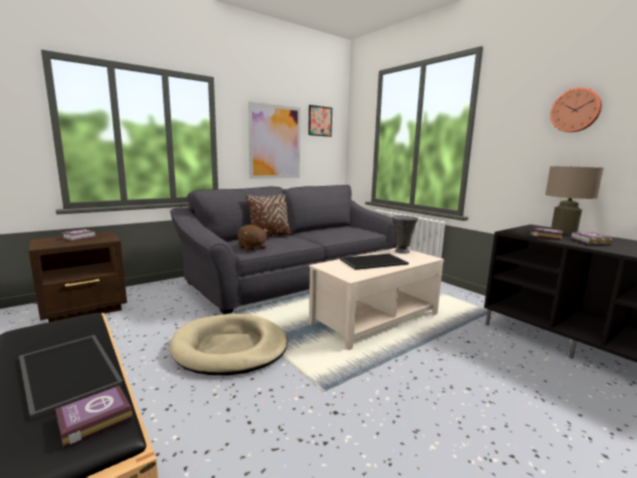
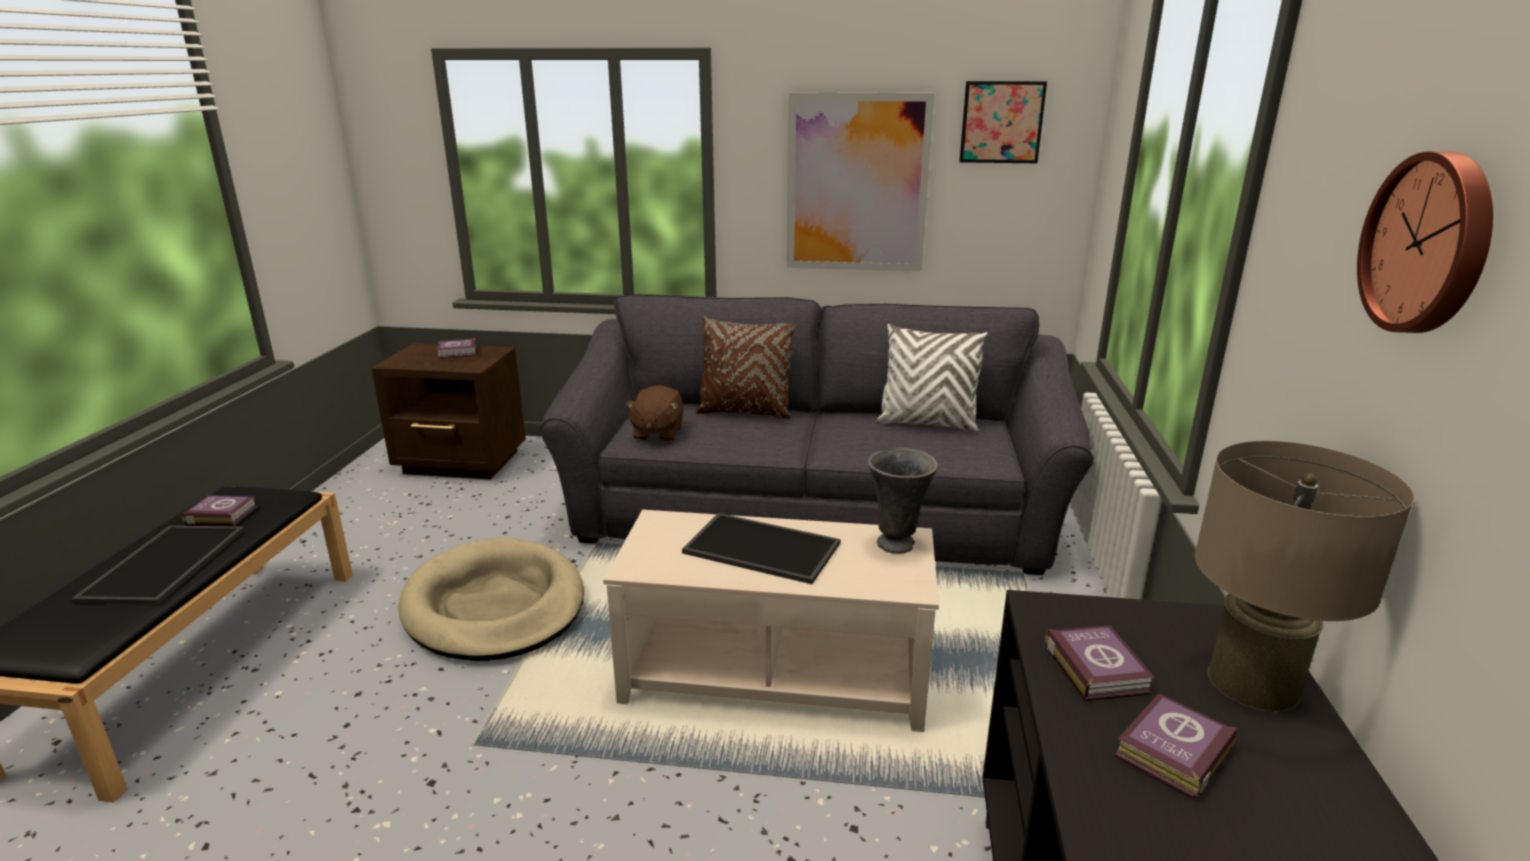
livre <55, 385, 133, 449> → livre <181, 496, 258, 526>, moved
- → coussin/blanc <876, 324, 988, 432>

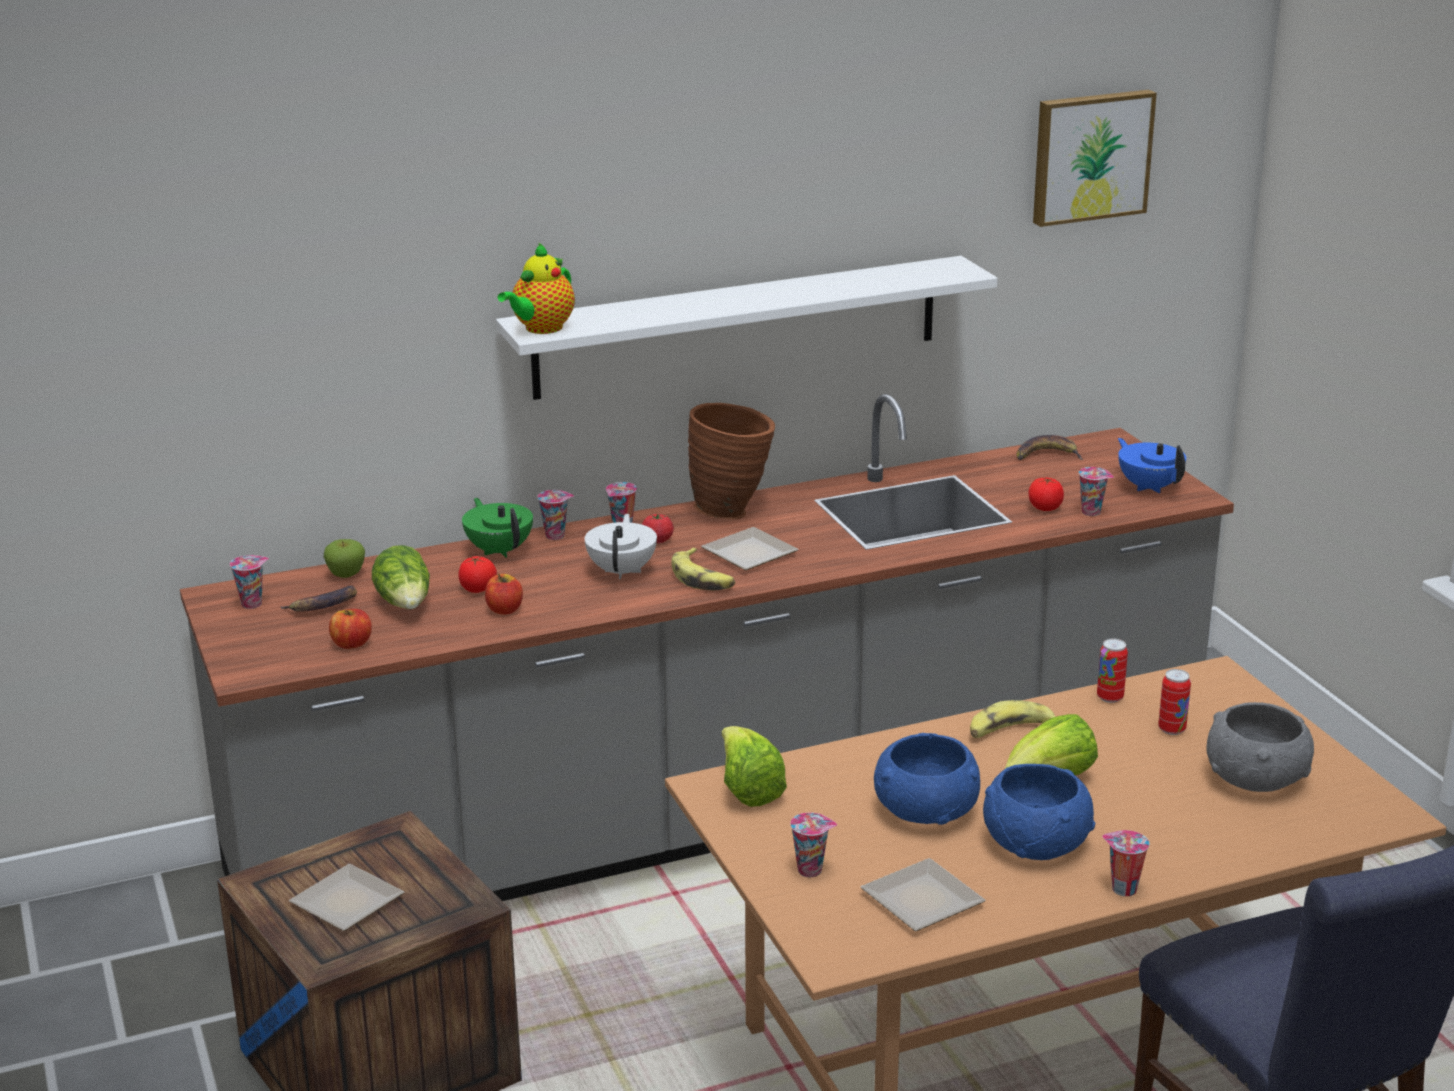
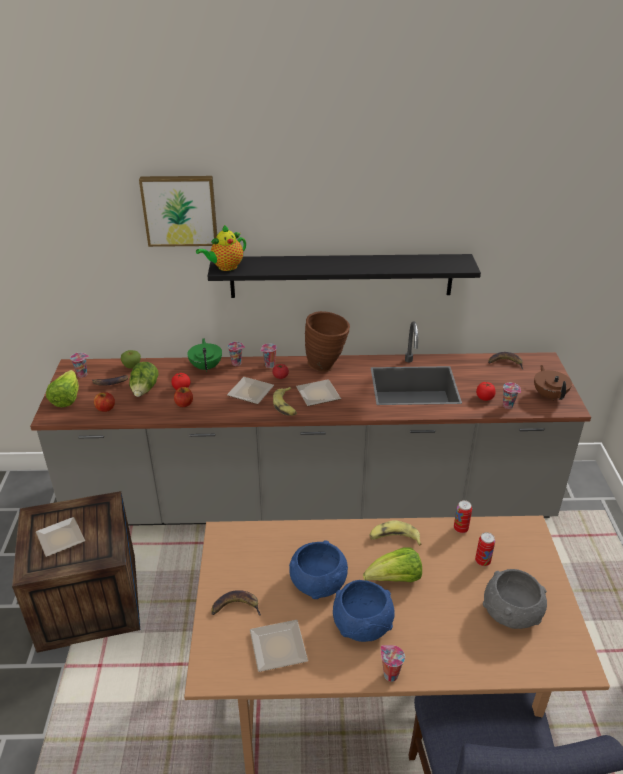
tableau <1033, 90, 1157, 227> → tableau <139, 176, 217, 247>, moved
étagère/blanc <496, 256, 998, 400> → étagère/noir <208, 254, 481, 298>
théière/bleu <1118, 438, 1186, 493> → théière/marron <534, 365, 572, 401>
théière/blanc <585, 514, 657, 579> → assiette <227, 377, 274, 404>
laitue <722, 726, 787, 807> → laitue <46, 370, 79, 407>, moved
tasse <790, 812, 837, 877> → banane <211, 590, 261, 616>

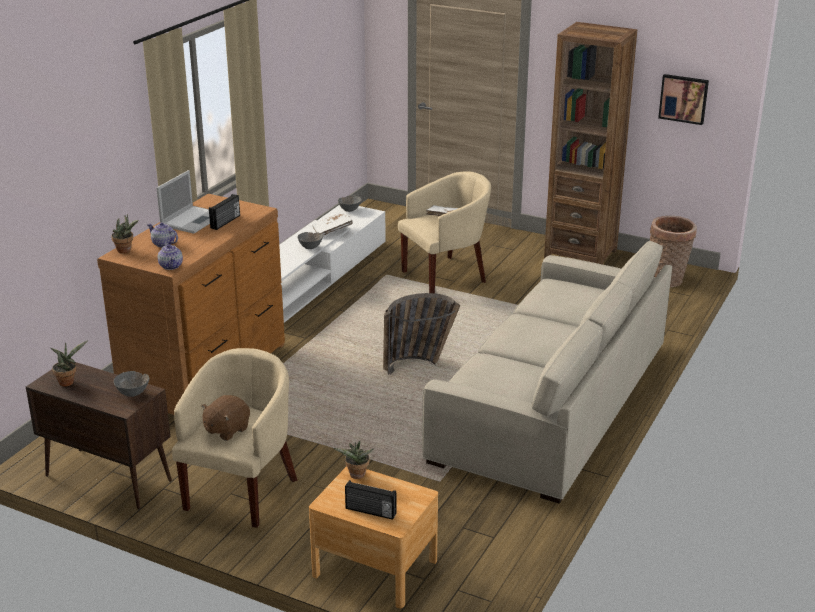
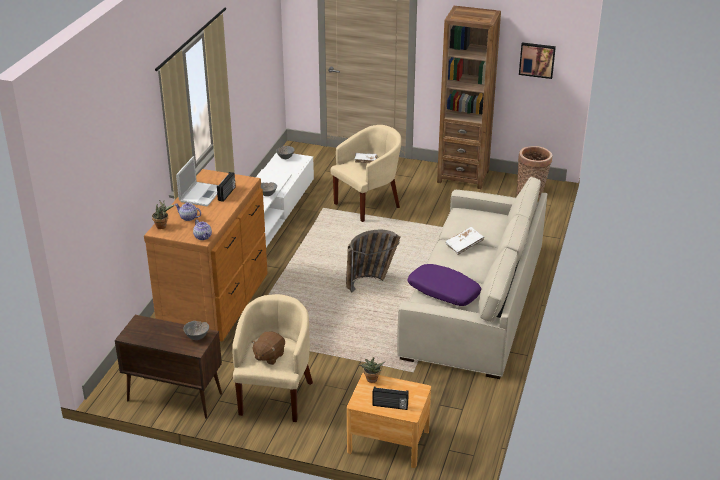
livre/blanc <312, 212, 353, 235> → livre/blanc <446, 227, 484, 255>, moved
plante en pot <51, 341, 87, 387> → -
- → coussin/violet <407, 264, 481, 306>

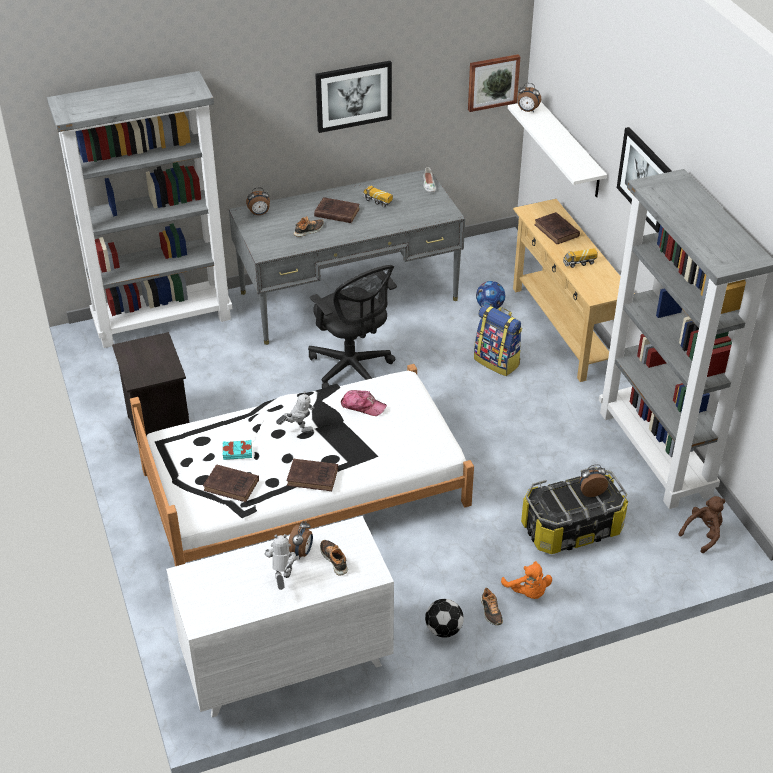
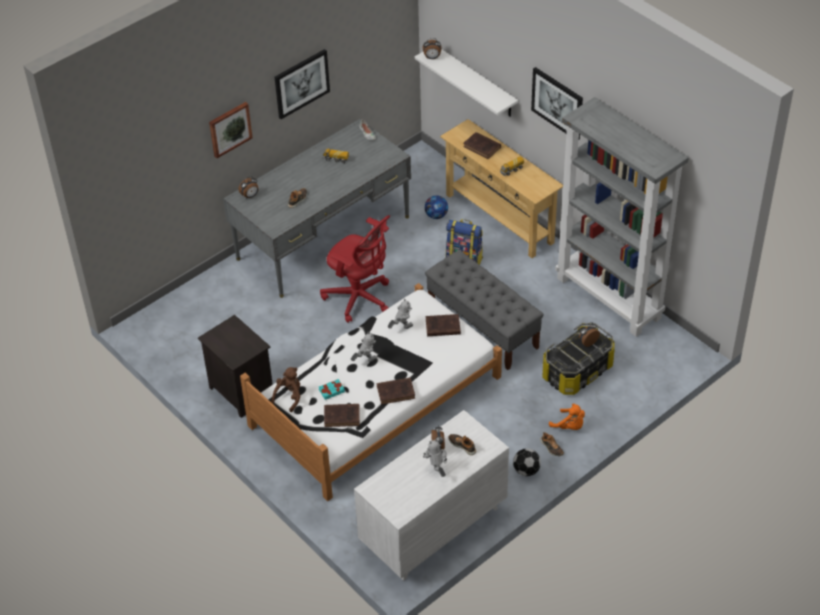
tableau <468, 54, 521, 112> → tableau <209, 102, 253, 158>, moved
bibliothèque/gris <47, 71, 232, 348> → -
livre/marron <314, 197, 360, 223> → livre/marron <426, 314, 461, 336>, moved
chaise de bureau/noir <308, 265, 397, 389> → chaise de bureau/rouge <320, 215, 390, 323>
casquette <341, 390, 387, 416> → robot jouet <388, 299, 413, 329>
peluche/marron <678, 496, 725, 553> → peluche/marron <271, 367, 300, 412>, moved
- → banc/gris <425, 250, 544, 370>

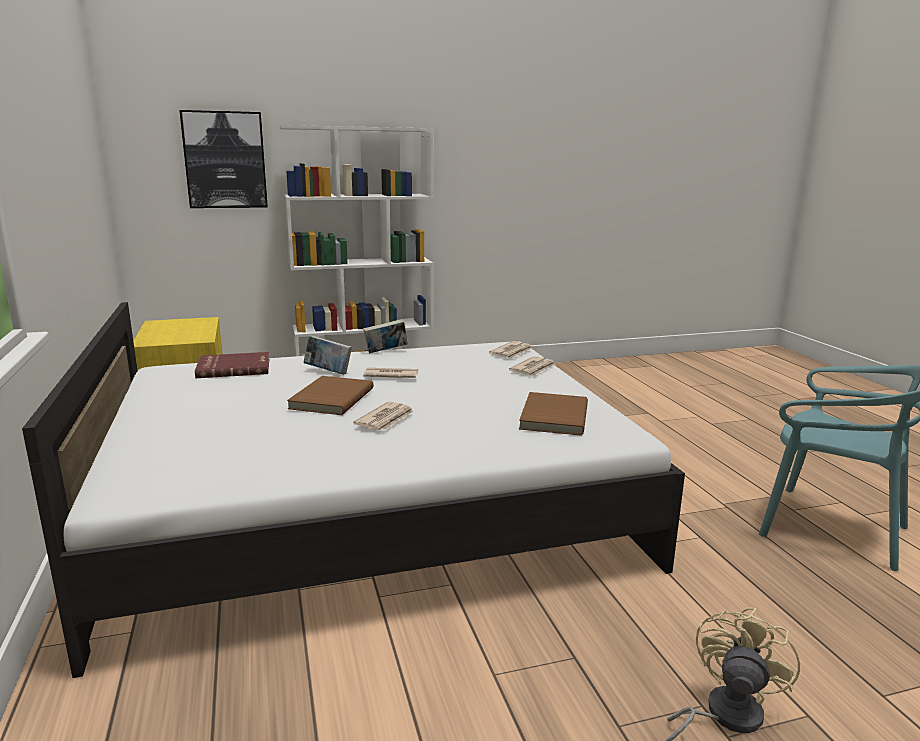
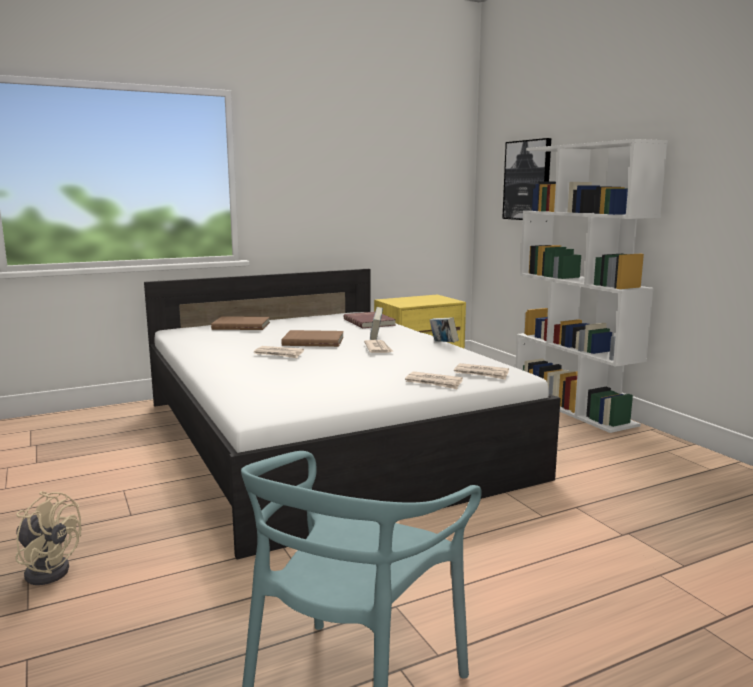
livre/marron <519, 392, 588, 436> → livre/marron <211, 316, 270, 330>, moved

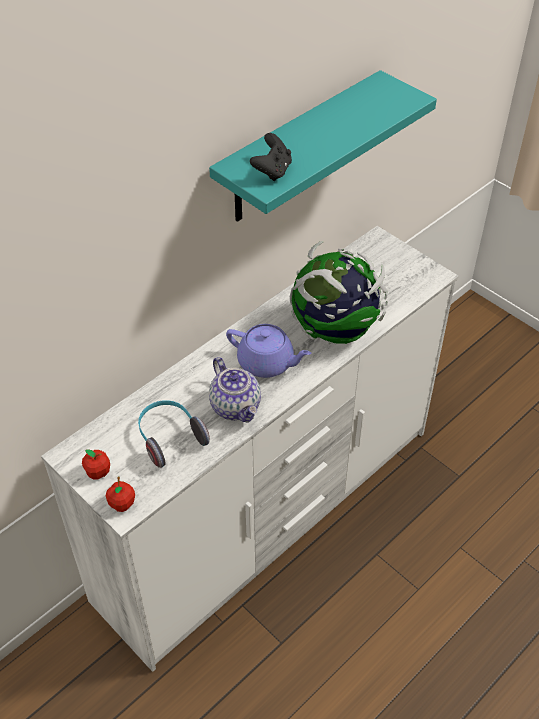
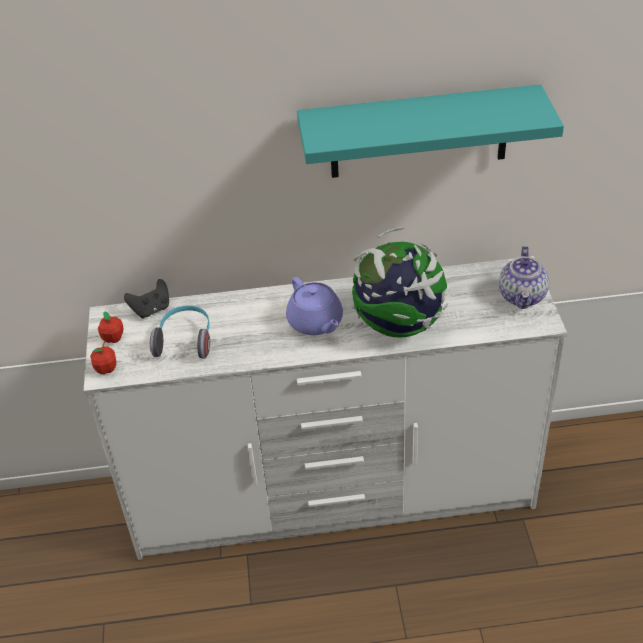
manette/noir <250, 133, 292, 181> → manette/noir <124, 279, 169, 318>, moved
théière <209, 357, 261, 423> → théière <499, 246, 549, 309>, moved

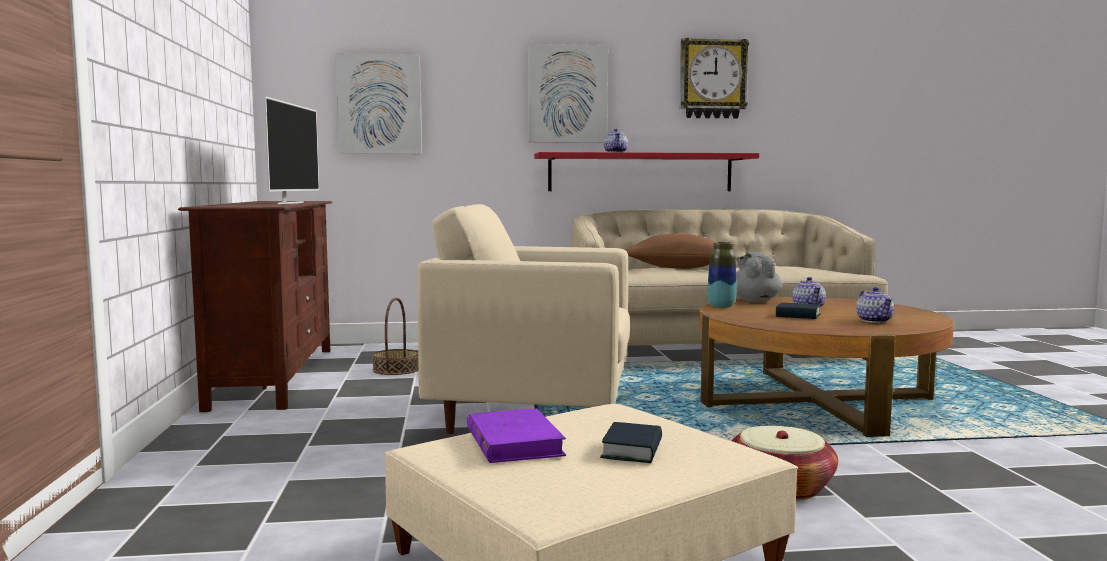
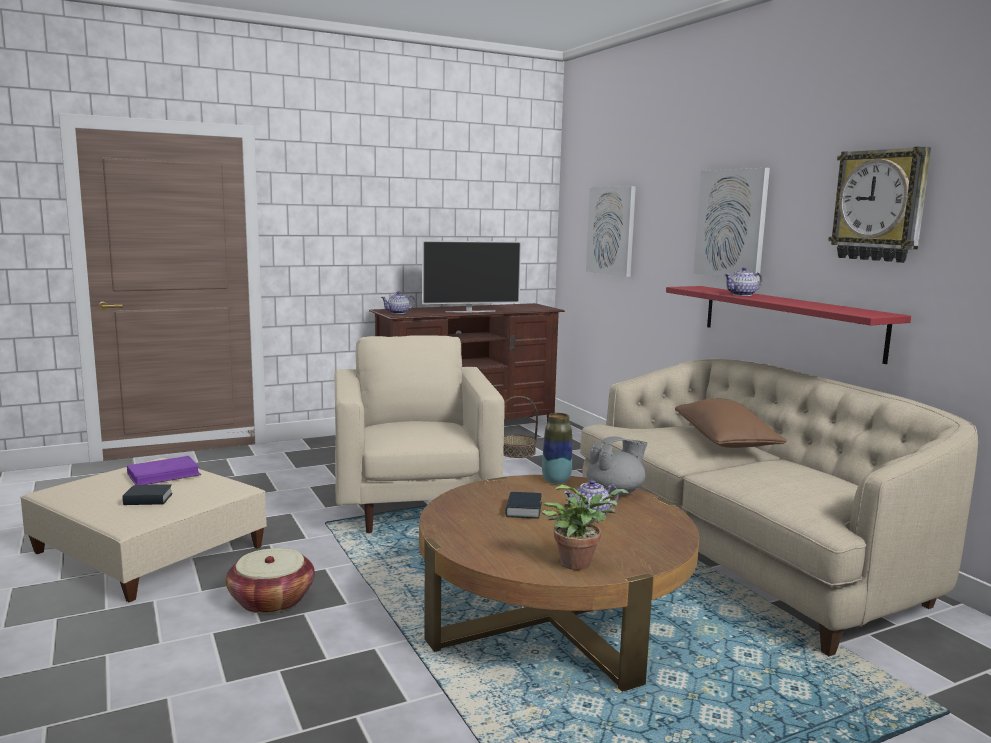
théière <856, 287, 894, 323> → théière <381, 291, 416, 314>, moved
- → plante en pot <542, 485, 628, 570>

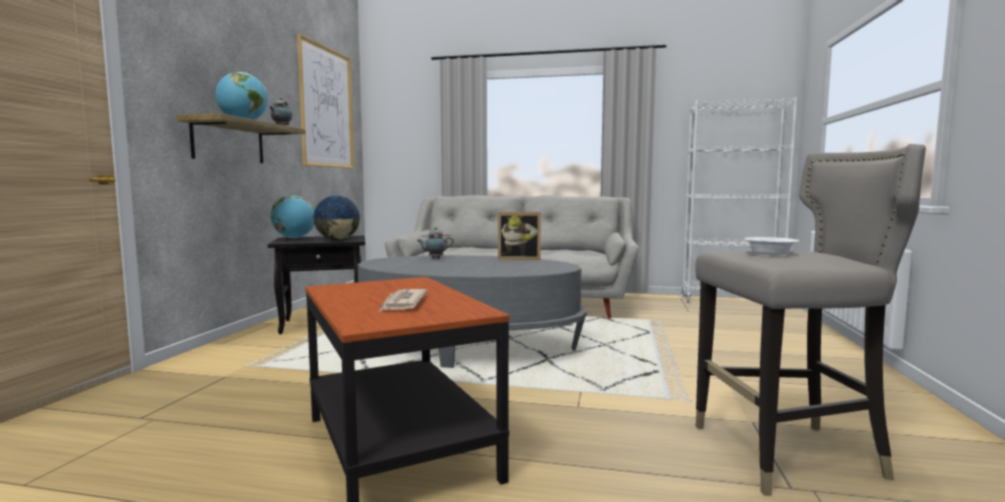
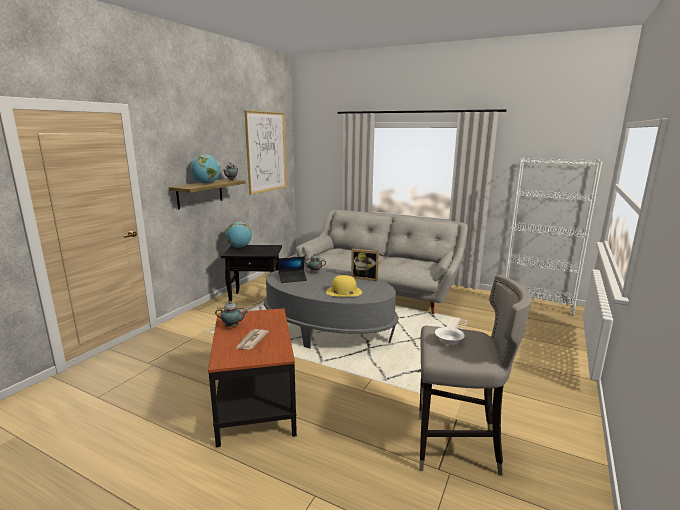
globe <313, 196, 360, 240> → -
- → ordinateur portable <278, 256, 307, 283>
- → chapeau/jaune <326, 275, 362, 297>
- → théière <215, 301, 248, 327>

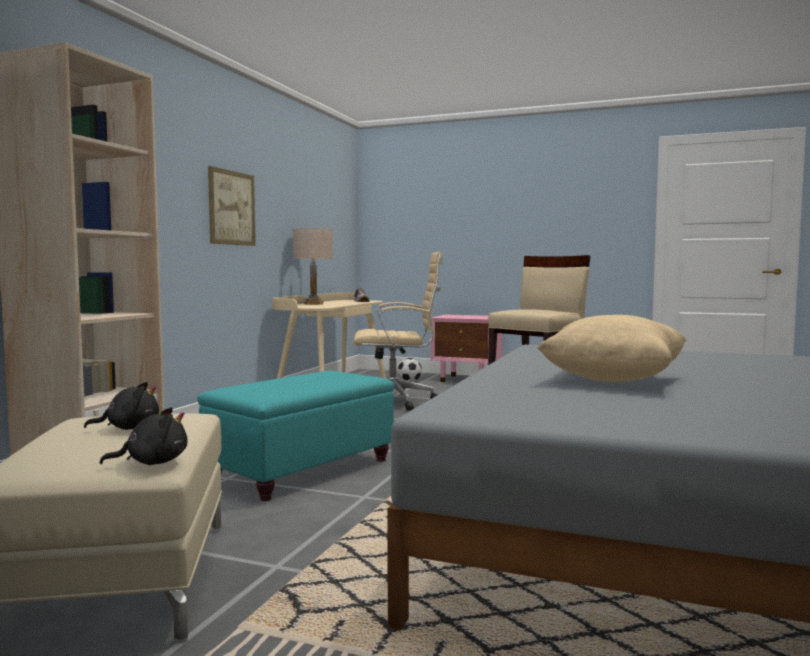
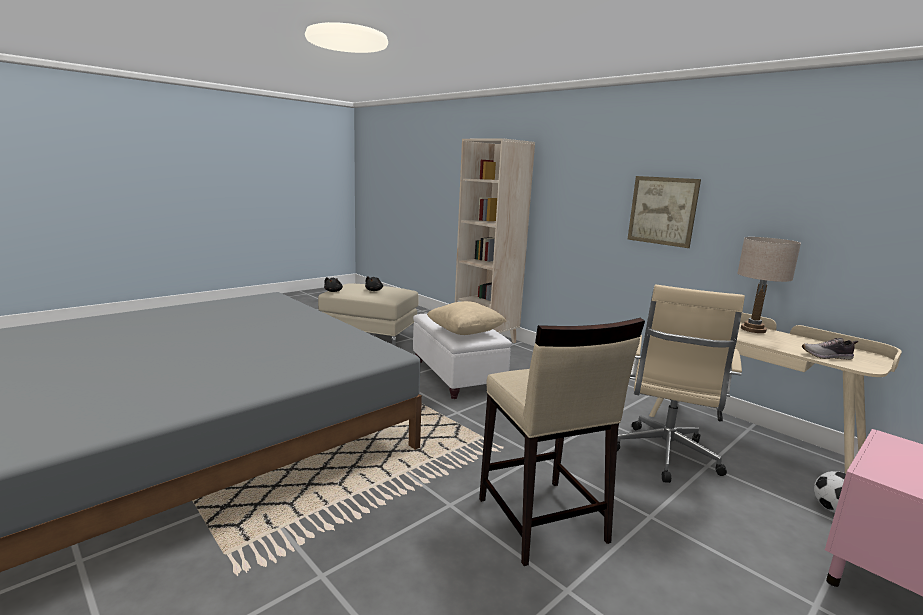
coussin/beige <537, 315, 687, 382> → coussin/beige <427, 301, 507, 335>, moved
pouf/turquoise <197, 371, 395, 501> → pouf/blanc <413, 313, 512, 399>

